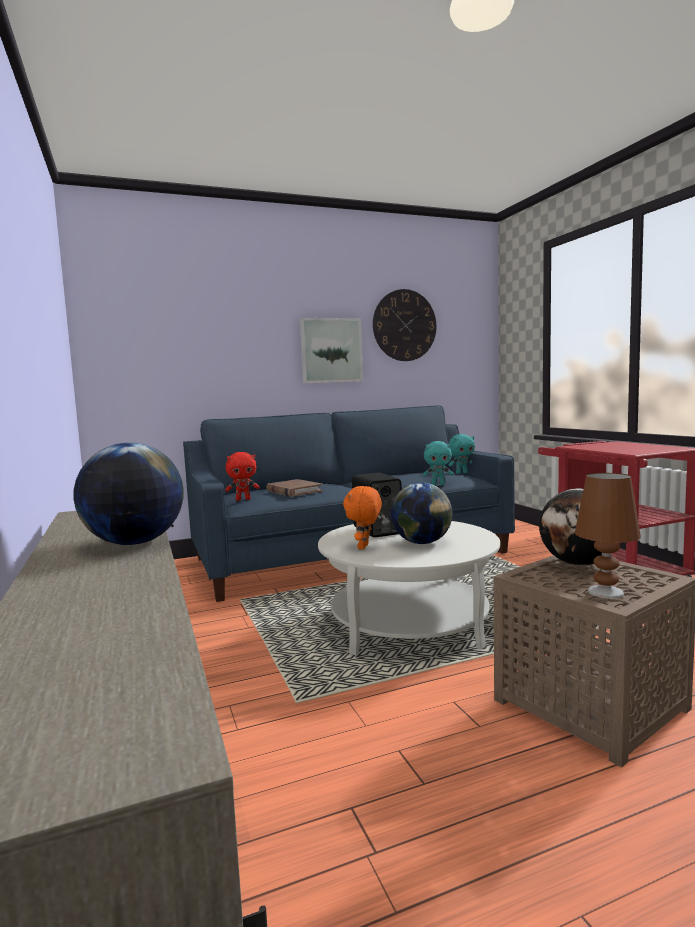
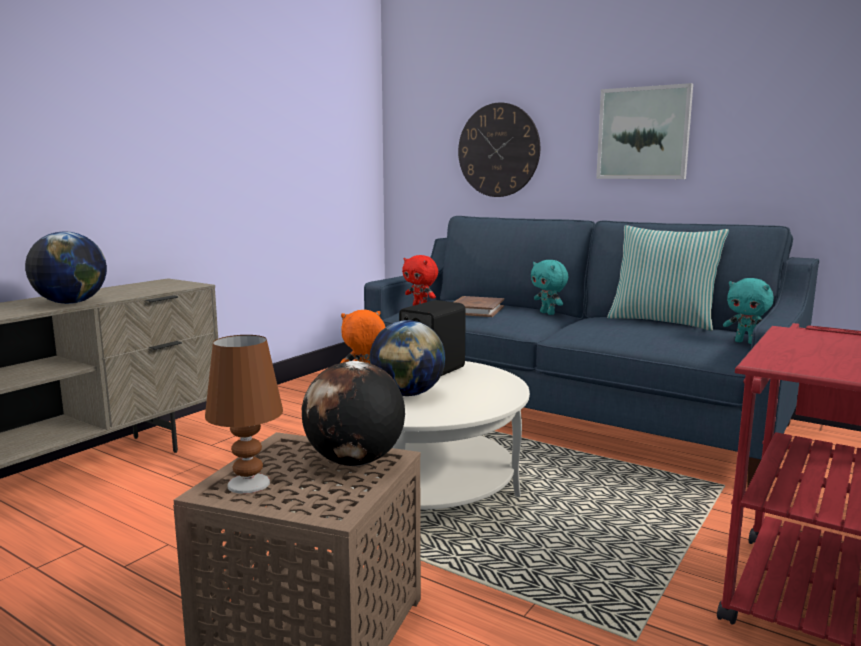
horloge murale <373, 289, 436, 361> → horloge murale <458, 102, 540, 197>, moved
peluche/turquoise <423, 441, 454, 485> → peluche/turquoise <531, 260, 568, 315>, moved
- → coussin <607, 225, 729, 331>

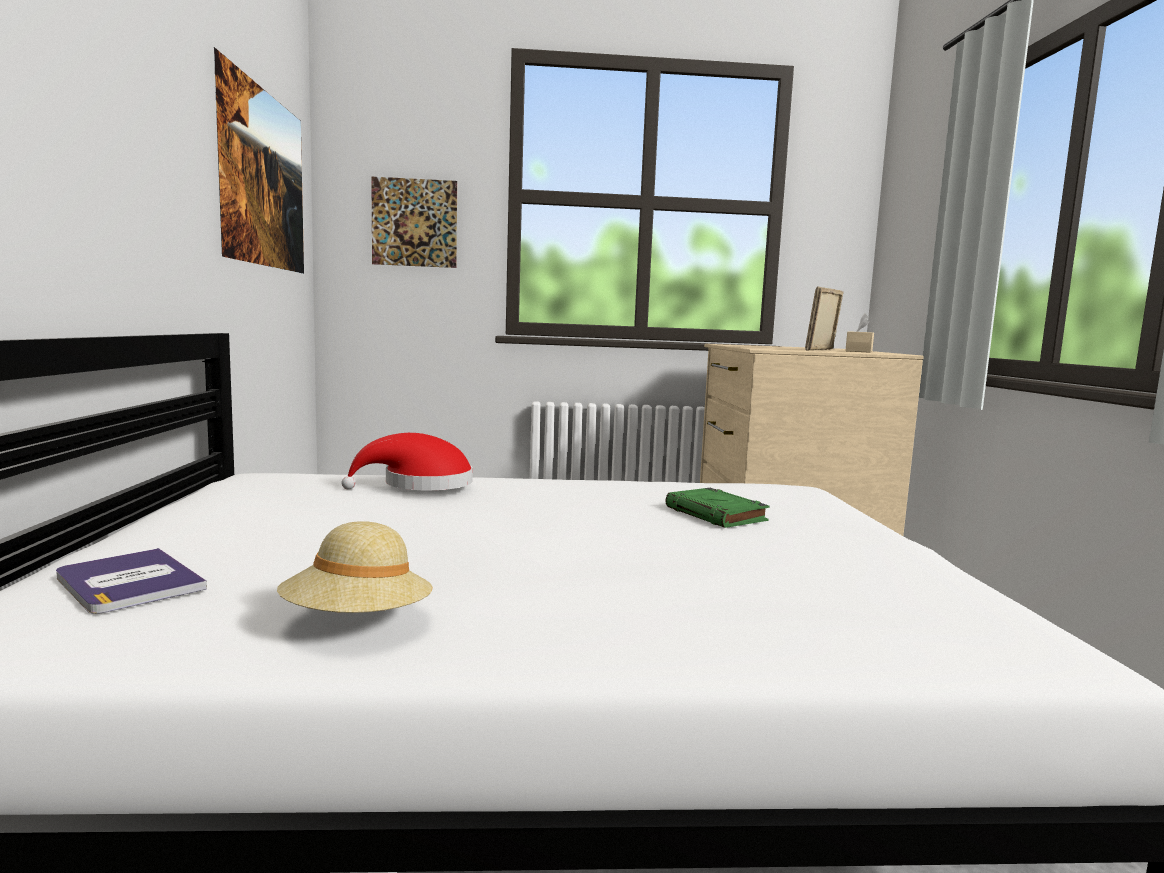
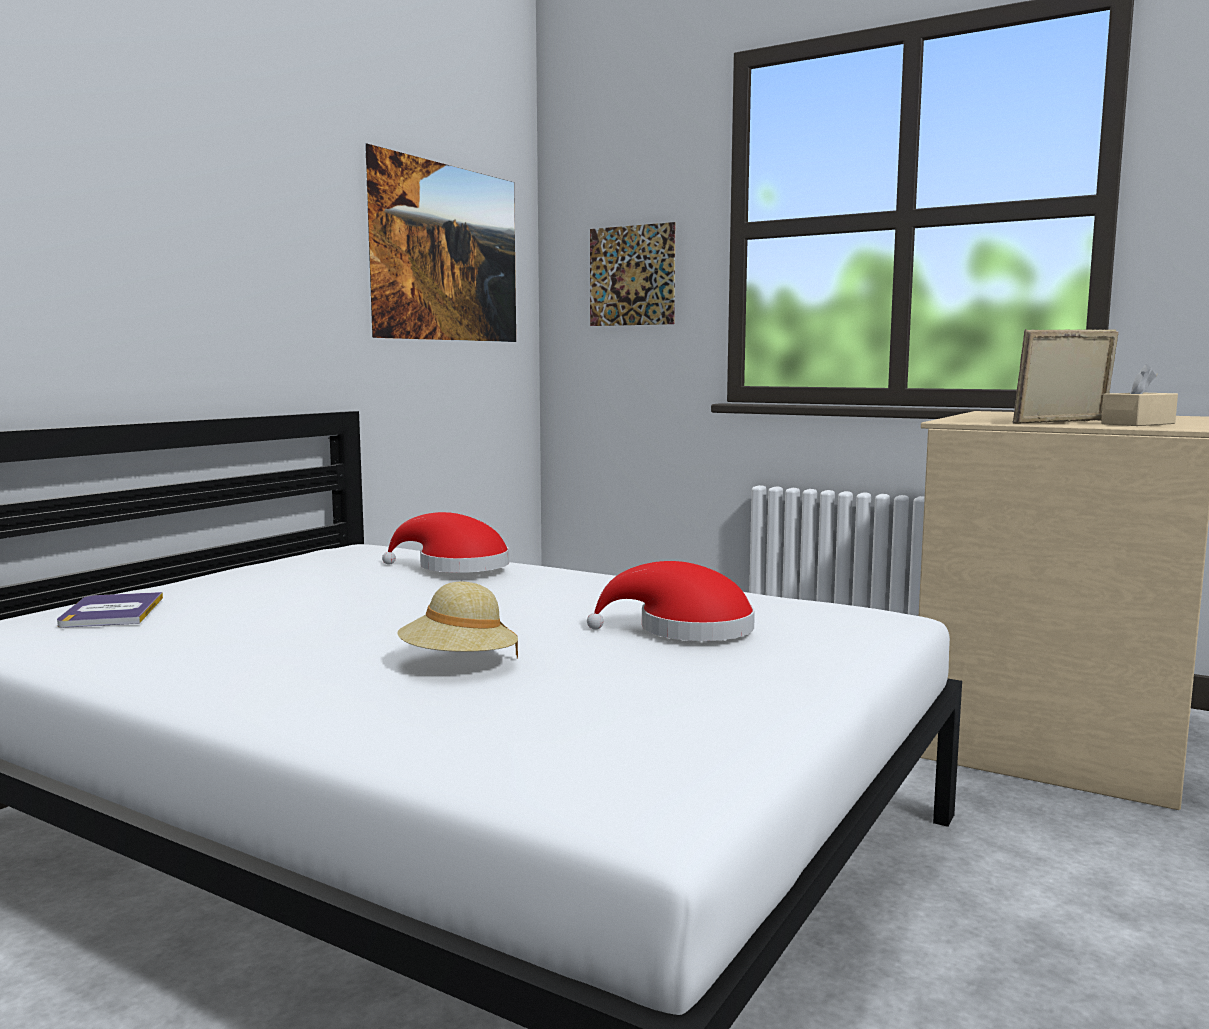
livre/vert <665, 488, 770, 528> → chapeau/rouge <587, 561, 755, 641>
chapeau/beige <277, 521, 433, 613> → chapeau/beige <397, 582, 518, 659>, moved

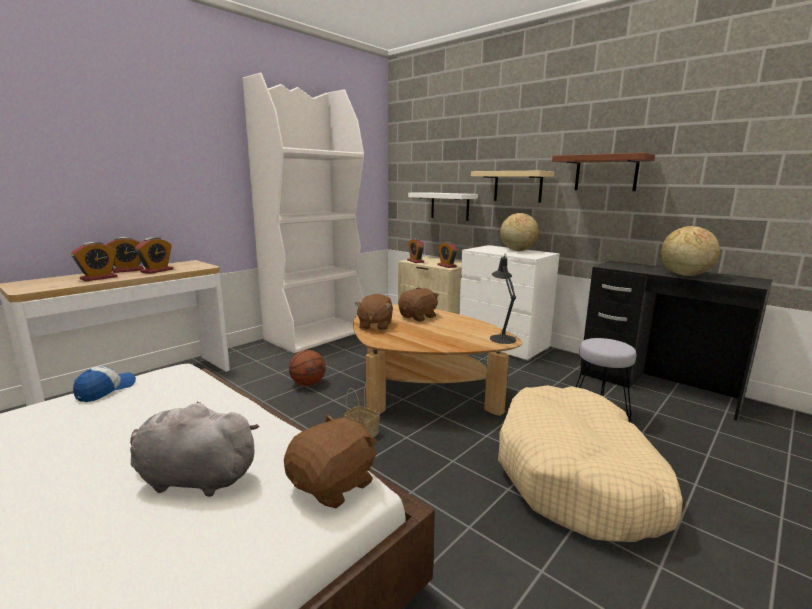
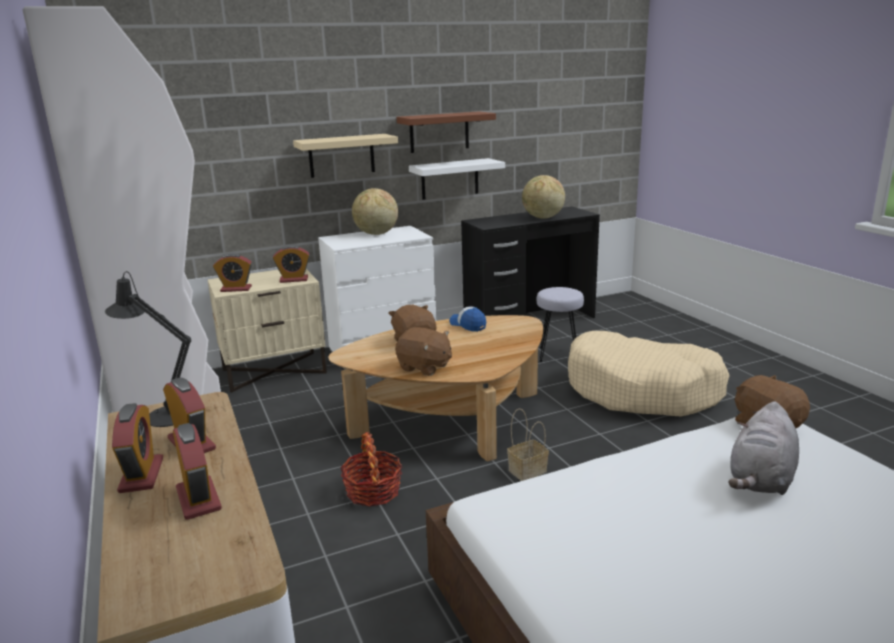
étagère/blanc <408, 192, 478, 221> → étagère/blanc <409, 158, 505, 200>, moved
lampe de table/noir <490, 253, 516, 344> → lampe de table/noir <105, 271, 191, 427>, moved
ballon de basket <289, 350, 326, 386> → panier <340, 432, 403, 507>
casquette <73, 366, 136, 402> → casquette <449, 307, 486, 332>, moved

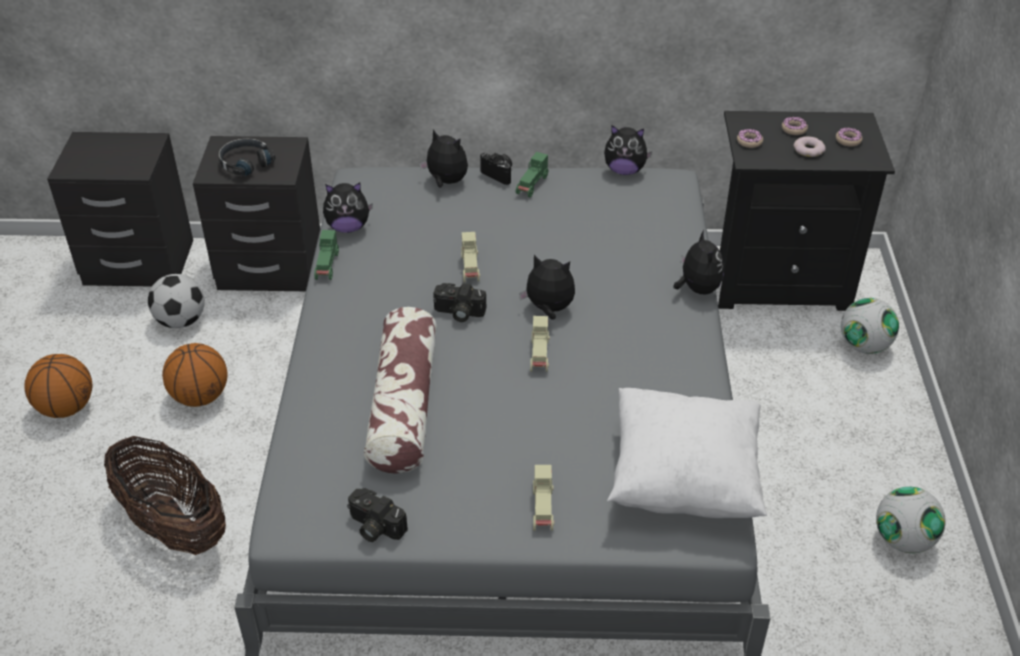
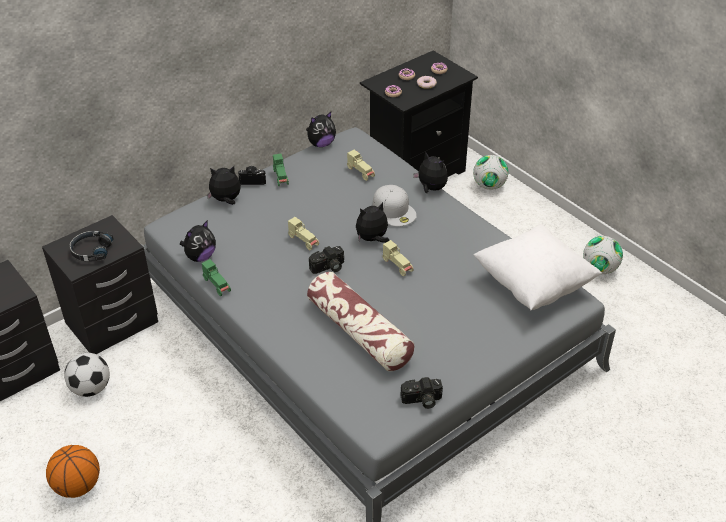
ballon de basket <162, 343, 228, 407> → -
panier <104, 436, 226, 555> → -
petite voiture/beige <533, 465, 554, 531> → petite voiture/beige <347, 150, 375, 181>, moved
- → casquette/blanc <373, 185, 417, 227>

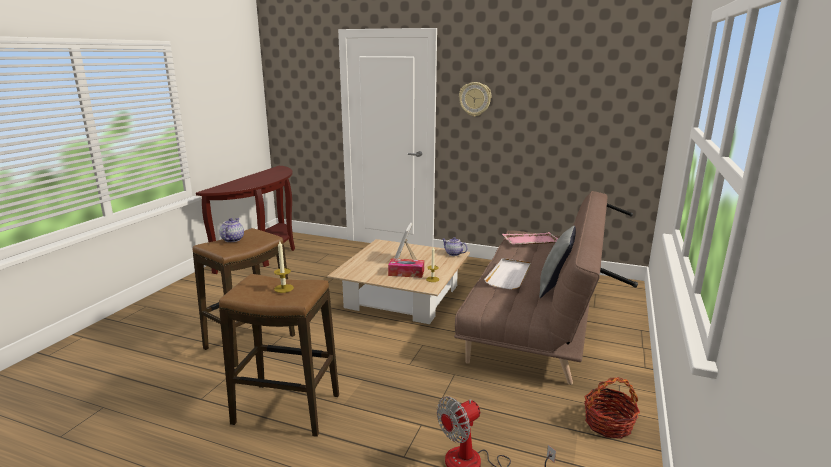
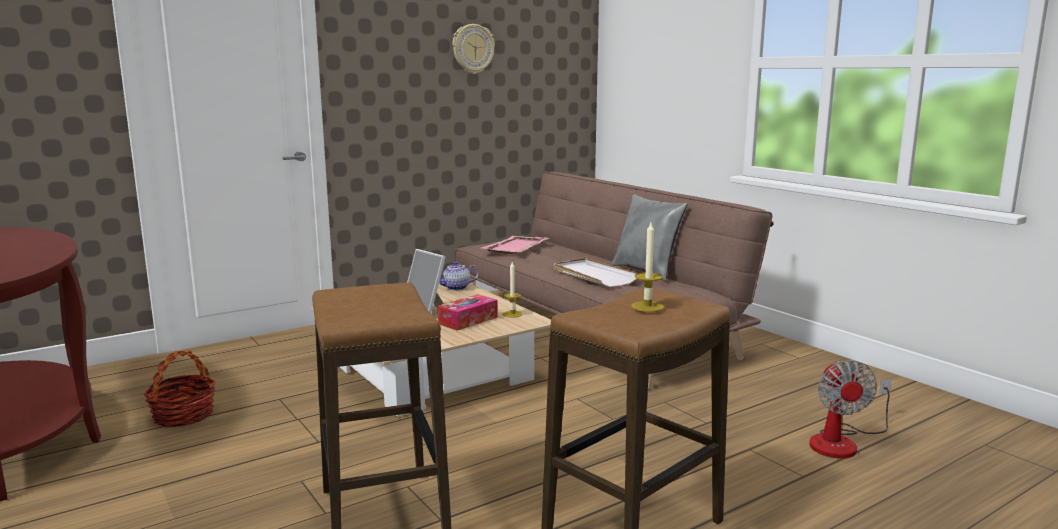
horloge murale <459, 82, 491, 117> → horloge murale <452, 24, 495, 74>, moved
théière <219, 218, 244, 242> → -
panier <584, 377, 640, 439> → panier <144, 350, 216, 427>, moved

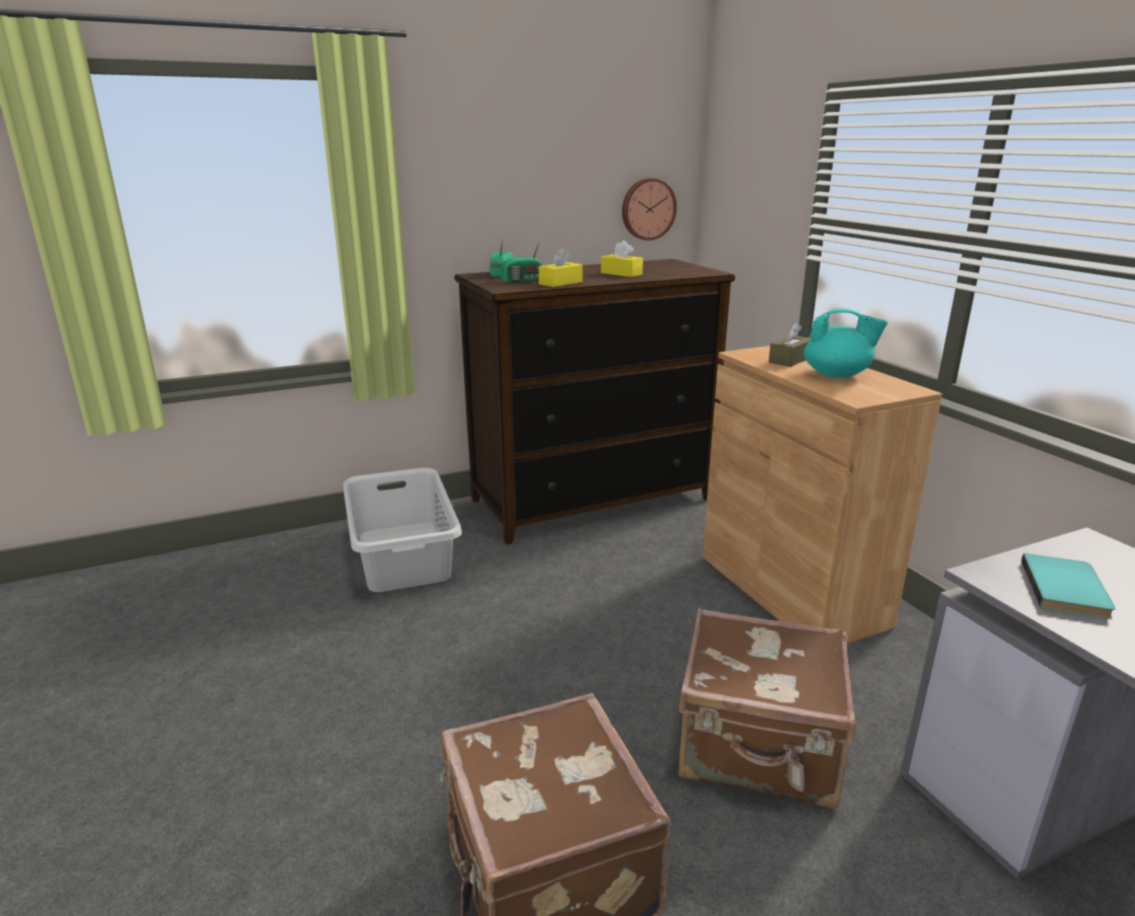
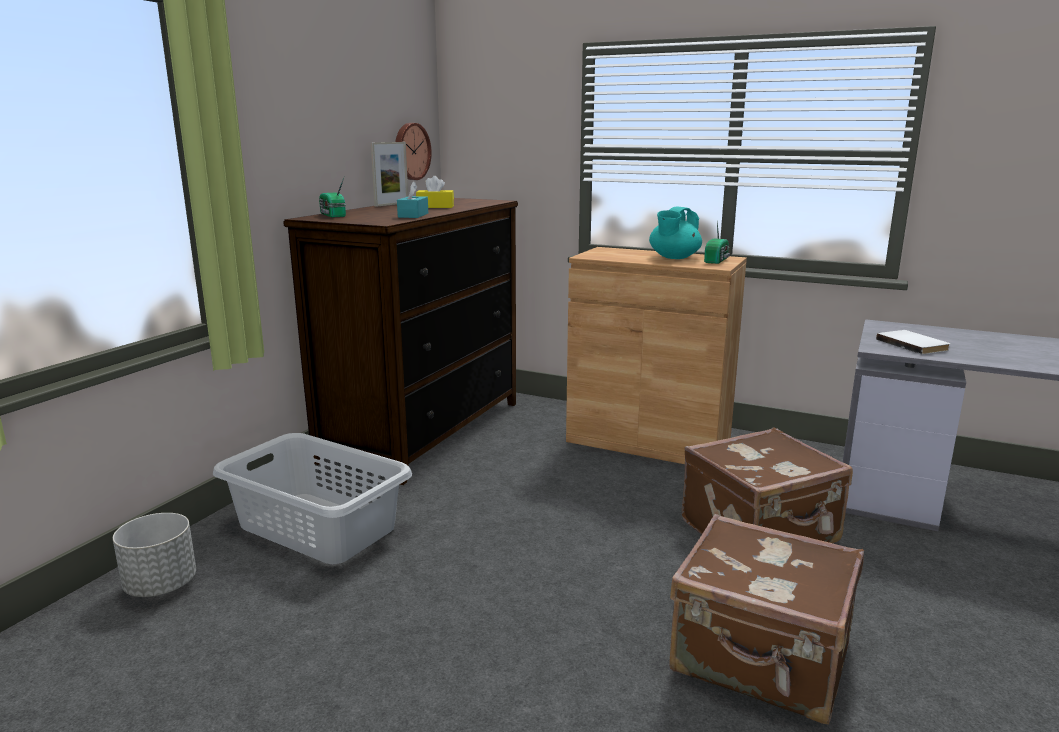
radio <501, 238, 543, 283> → radio <704, 222, 730, 264>, moved
boîte à mouchoirs/jaune <539, 248, 583, 287> → boîte à mouchoirs/turquoise <397, 181, 428, 218>
théière/turquoise <804, 308, 888, 378> → théière/turquoise <649, 207, 702, 259>, 150 degrees clockwise
boîte à mouchoirs/marron <769, 322, 810, 367> → -
livre/turquoise <1021, 553, 1115, 619> → livre/blanc <876, 330, 950, 354>
- → cadre photo <371, 142, 408, 207>
- → cache-pot/gris <113, 513, 196, 597>

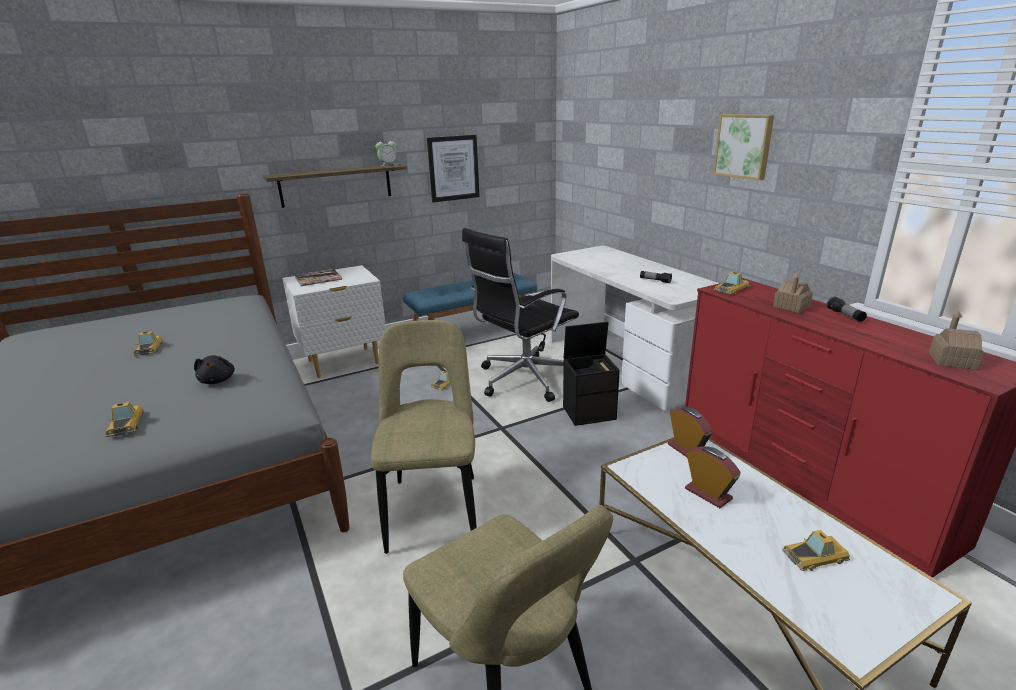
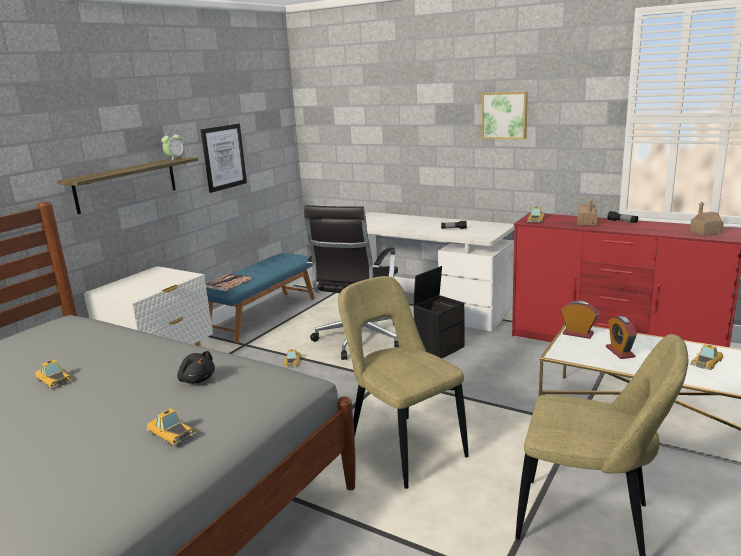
livre <295, 269, 342, 286> → livre <206, 273, 252, 291>, moved
réveil <685, 446, 741, 508> → réveil <606, 316, 637, 359>, 120 degrees counterclockwise

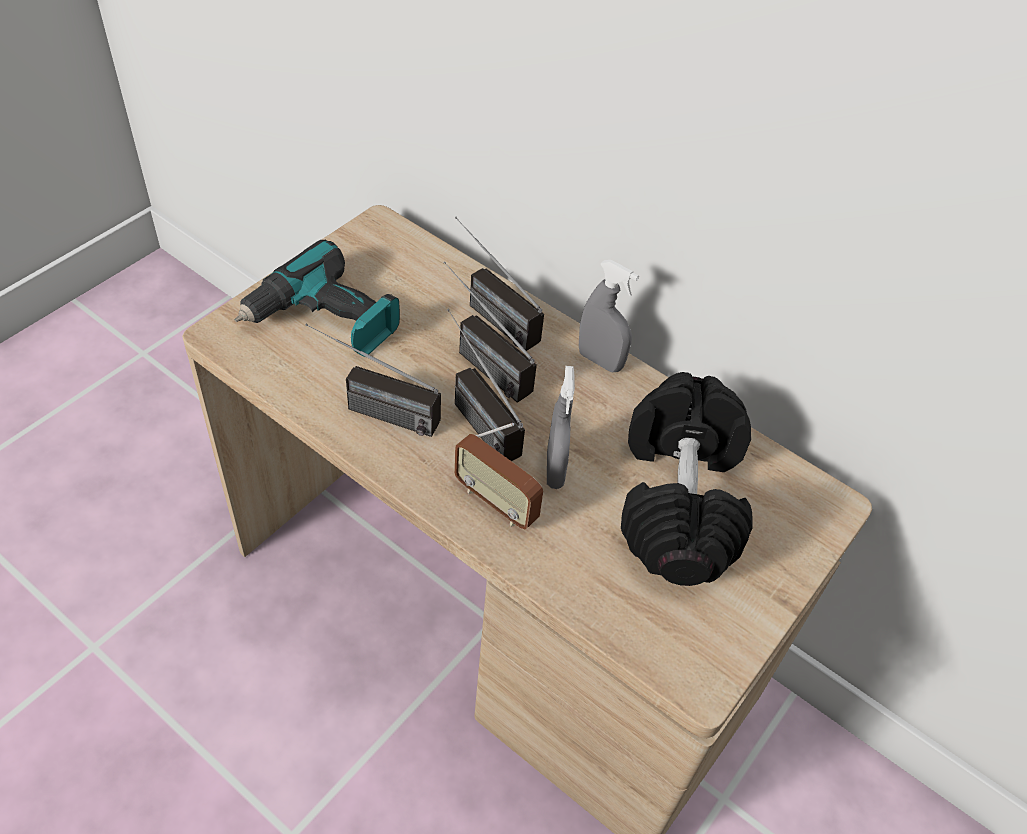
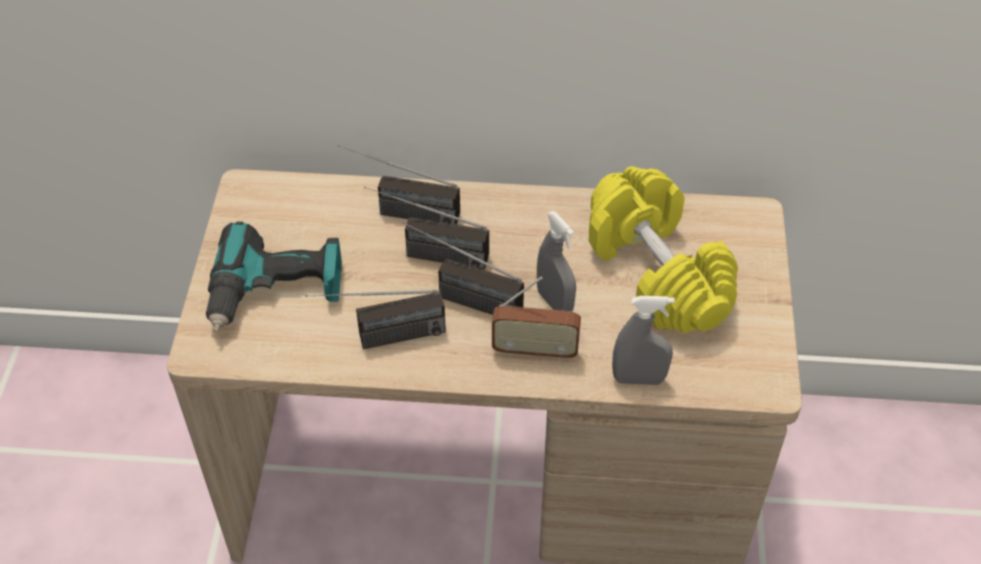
vaporisateur/gris <579, 260, 639, 372> → vaporisateur/gris <612, 296, 675, 385>, moved
haltère/noir <621, 372, 753, 586> → haltère/jaune <589, 166, 738, 333>

